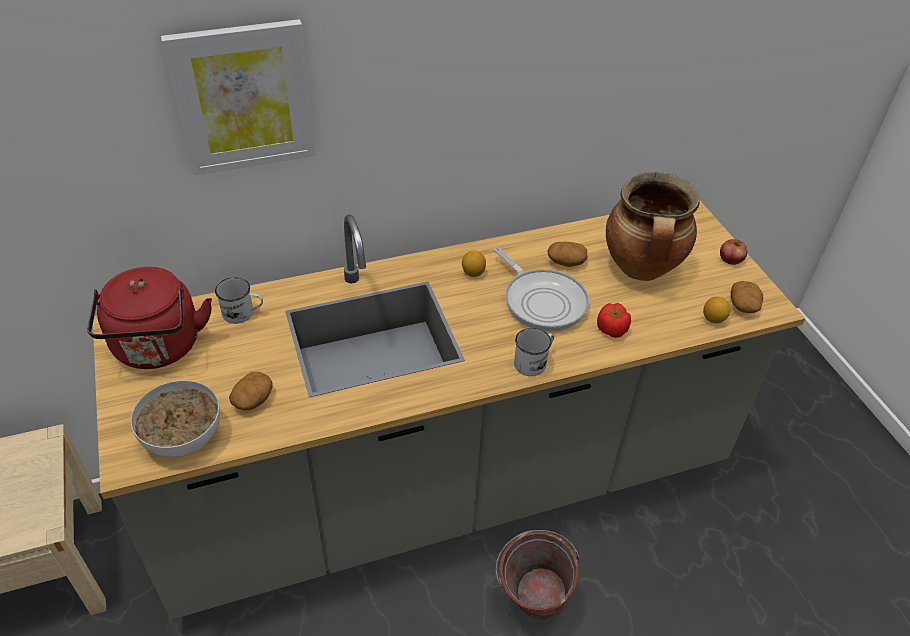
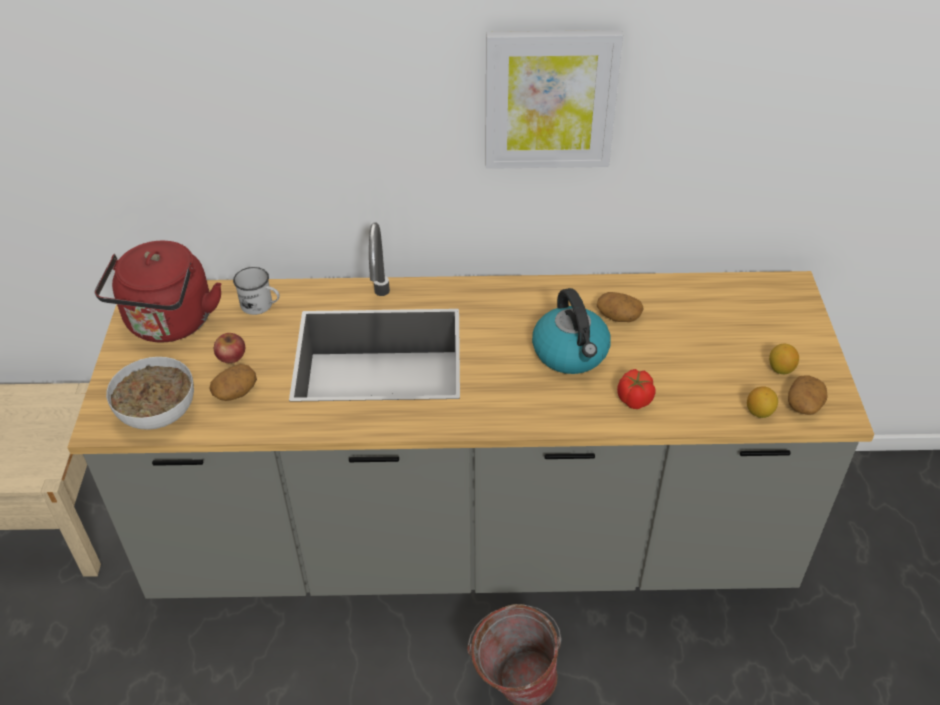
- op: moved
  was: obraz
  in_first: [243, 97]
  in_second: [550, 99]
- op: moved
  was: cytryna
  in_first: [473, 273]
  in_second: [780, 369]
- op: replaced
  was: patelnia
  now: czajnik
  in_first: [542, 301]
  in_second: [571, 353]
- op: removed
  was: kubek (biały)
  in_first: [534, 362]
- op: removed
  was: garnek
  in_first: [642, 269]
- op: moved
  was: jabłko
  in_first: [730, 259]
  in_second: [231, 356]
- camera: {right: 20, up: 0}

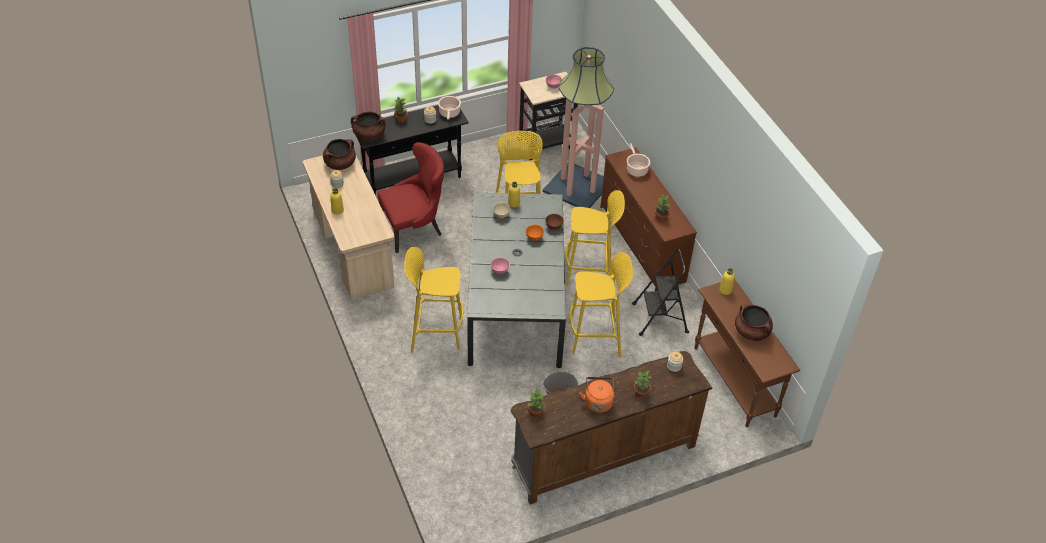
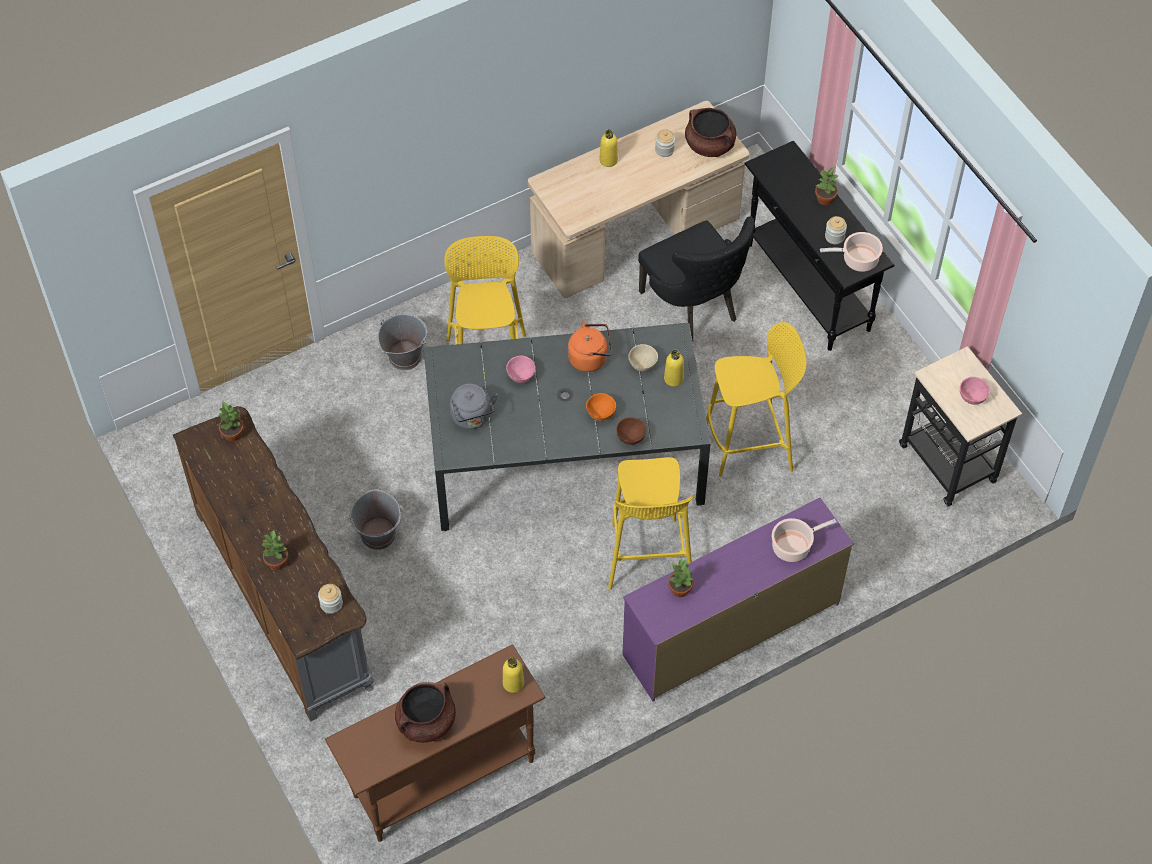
- op: removed
  was: garnek (brązowy)
  in_first: [369, 136]
- op: recoloured
  was: krzesło (czerwony)
  now: krzesło (czarny)
  in_first: [414, 229]
  in_second: [694, 306]
- op: removed
  was: lampa stojąca
  in_first: [577, 187]
- op: removed
  was: stołek (żółty)
  in_first: [596, 337]
- op: moved
  was: czajnik (pomarańczowy)
  in_first: [597, 402]
  in_second: [590, 358]
- op: recoloured
  was: komoda (brązowy)
  now: komoda (fioletowy)
  in_first: [641, 243]
  in_second: [730, 628]
- op: removed
  was: drabinka (czarny)
  in_first: [662, 317]
- op: added
  now: wiadro (szary)
  in_second: [404, 356]
- op: added
  now: czajnik (szary)
  in_second: [472, 418]
- camera: {right: 85, up: 10}

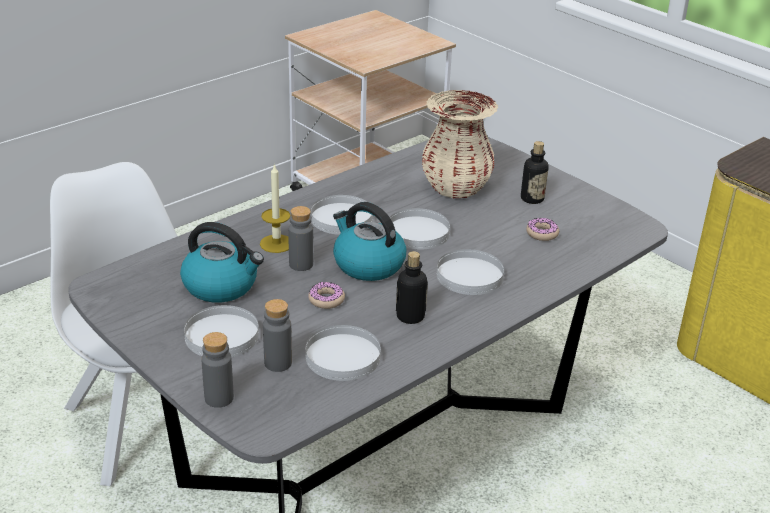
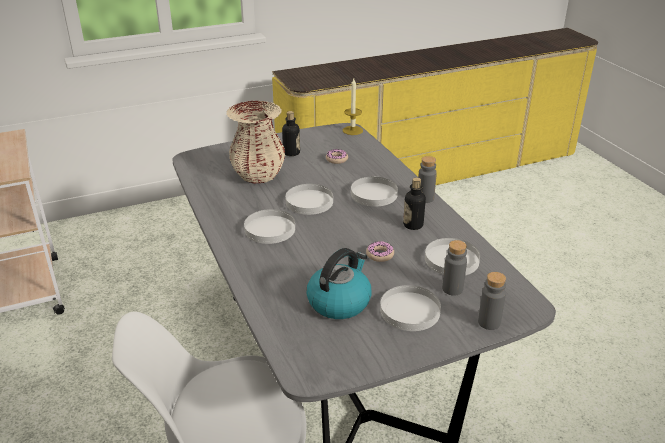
- op: moved
  was: świeca
  in_first: [276, 243]
  in_second: [352, 130]
- op: moved
  was: butelka (szary)
  in_first: [301, 264]
  in_second: [425, 198]
- op: removed
  was: czajnik
  in_first: [367, 264]
- camera: {right: -70, up: 0}

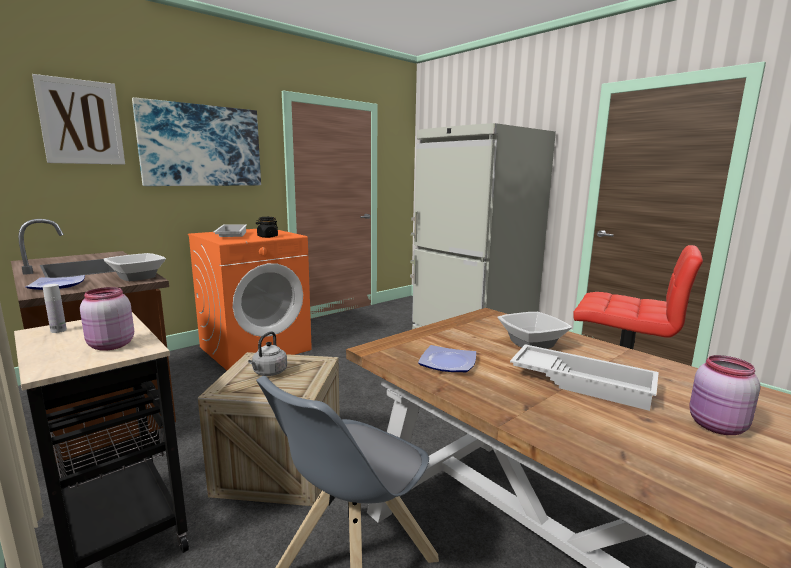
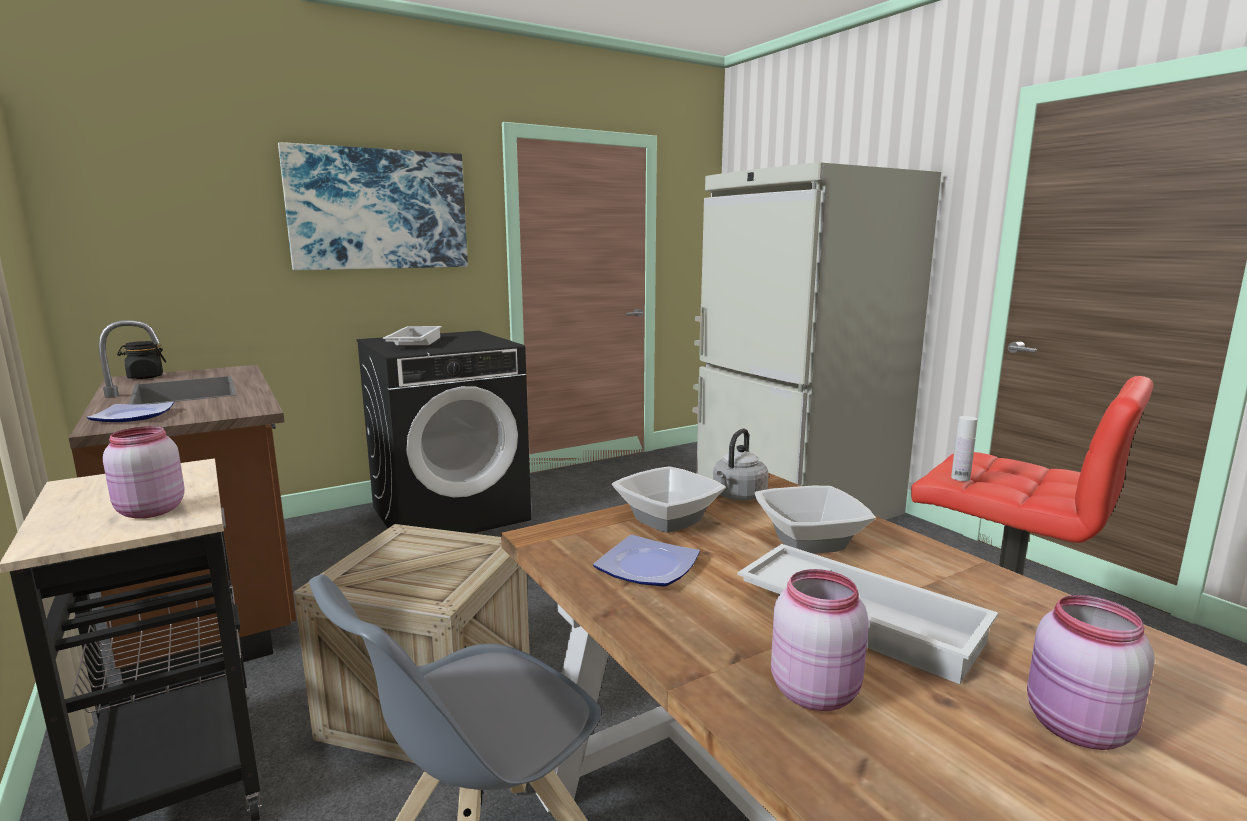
- op: removed
  was: obraz
  in_first: [81, 122]
- op: moved
  was: butelka (biały)
  in_first: [58, 330]
  in_second: [960, 478]
- op: moved
  was: miska
  in_first: [136, 277]
  in_second: [667, 520]
- op: recoloured
  was: pralka (pomarańczowy)
  now: pralka (czarny)
  in_first: [256, 348]
  in_second: [451, 513]
- op: moved
  was: czajnik (szary)
  in_first: [269, 373]
  in_second: [738, 496]
- op: moved
  was: słoik (czarny)
  in_first: [267, 237]
  in_second: [145, 377]
- op: added
  now: słoik (różowy)
  in_second: [815, 690]
- camera: {right: 10, up: 0}

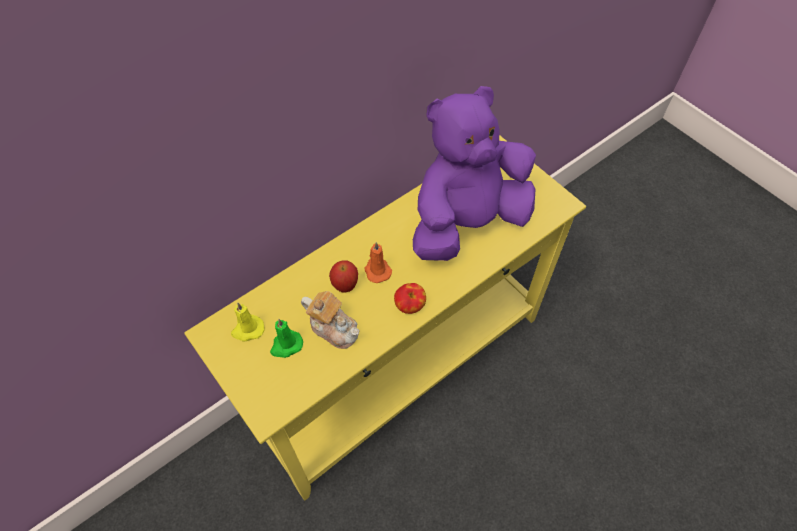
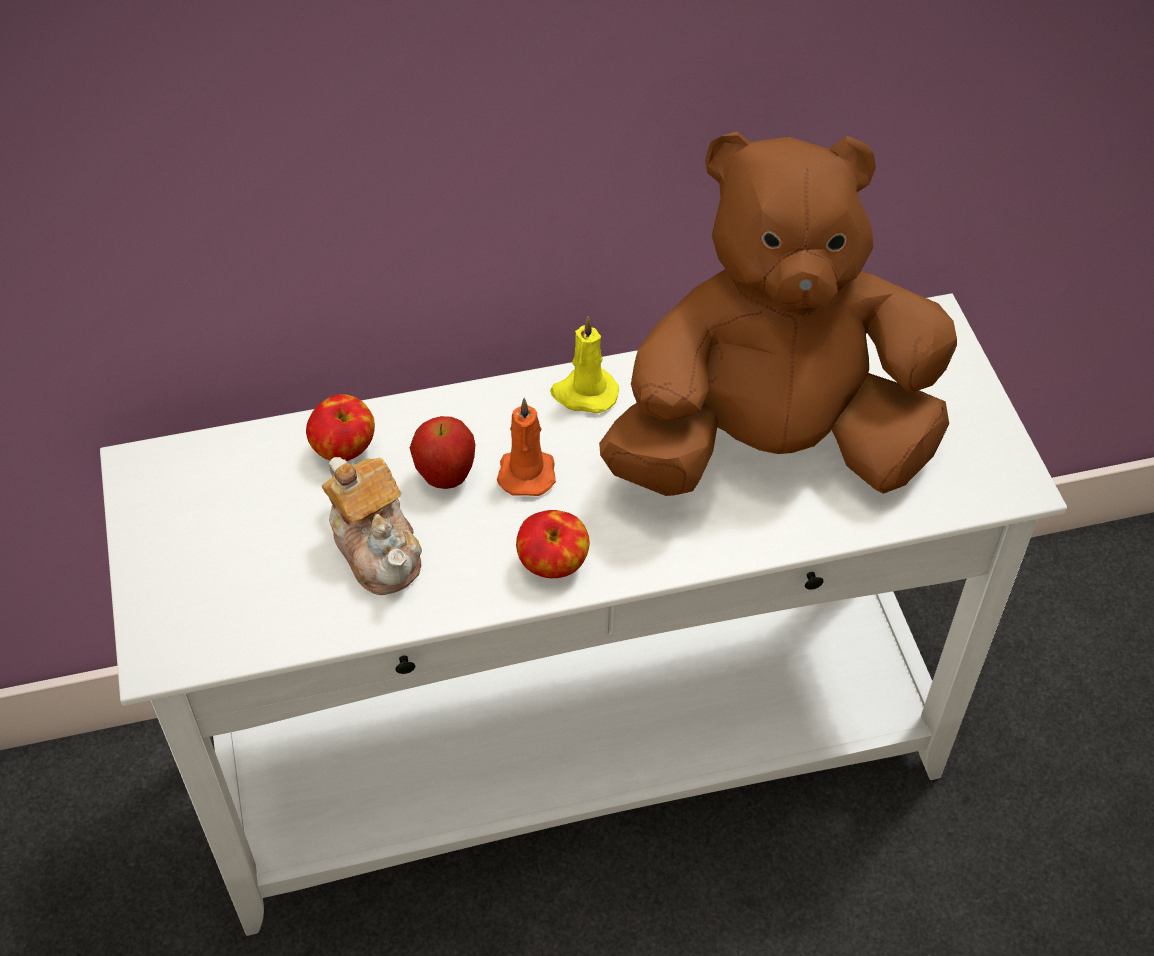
- op: recoloured
  was: stolik konsolowy (żółty)
  now: stolik konsolowy (biały)
  in_first: [399, 366]
  in_second: [579, 751]
- op: moved
  was: świeca (żółty)
  in_first: [247, 330]
  in_second: [584, 393]
- op: removed
  was: świeca (zielony)
  in_first: [286, 345]
- op: recoloured
  was: pluszak (fioletowy)
  now: pluszak (brązowy)
  in_first: [467, 223]
  in_second: [771, 446]
- op: added
  now: jabłko
  in_second: [345, 449]
- camera: {right: 25, up: -5}

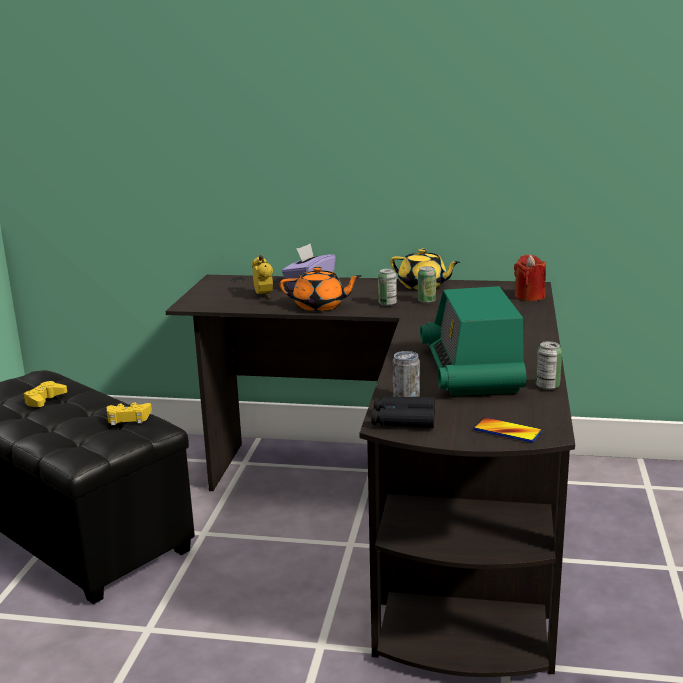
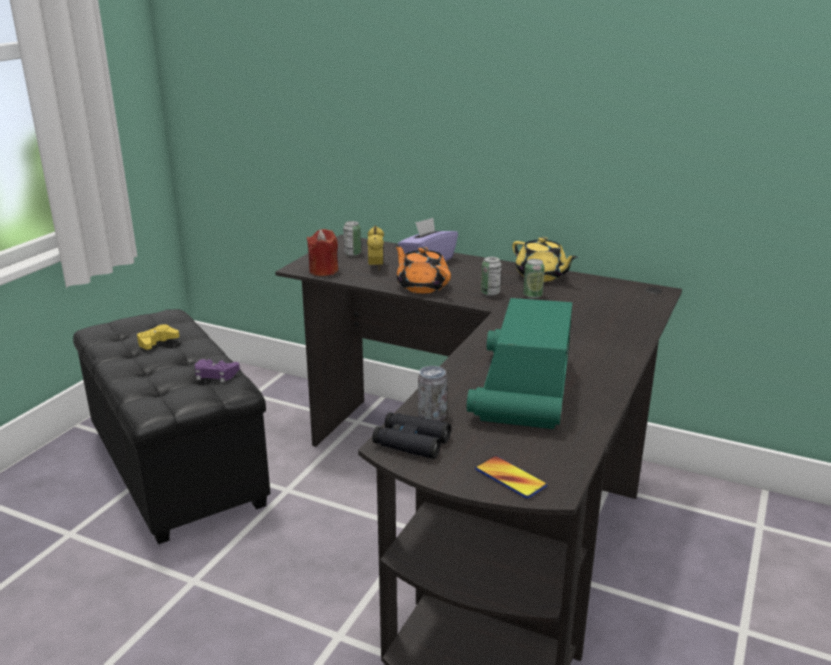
- op: recoloured
  was: pad do gier (żółty)
  now: pad do gier (fioletowy)
  in_first: [128, 418]
  in_second: [215, 374]
- op: turned
  was: imbryk (pomarańczowy)
  in_first: [320, 306]
  in_second: [422, 286]
  clockwise: -150
- op: moved
  was: świeca (czerwony)
  in_first: [529, 296]
  in_second: [323, 271]
- op: moved
  was: puszka
  in_first: [547, 386]
  in_second: [352, 254]
- camera: {right: 15, up: 5}

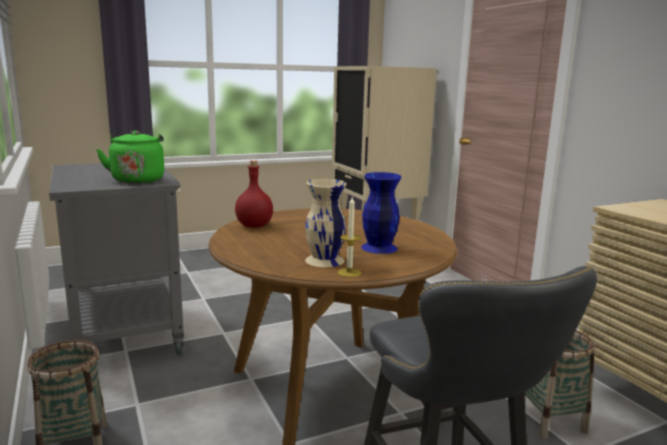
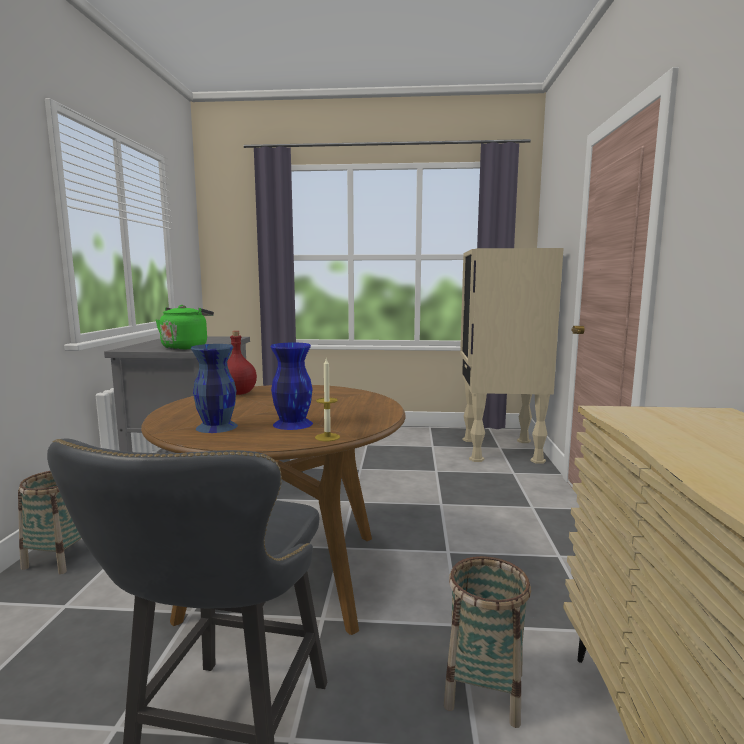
- op: recoloured
  was: wazon (beżowy)
  now: wazon (niebieski)
  in_first: [324, 260]
  in_second: [216, 427]
- op: moved
  was: świeca
  in_first: [349, 272]
  in_second: [327, 437]
- camera: {right: 30, up: -5}

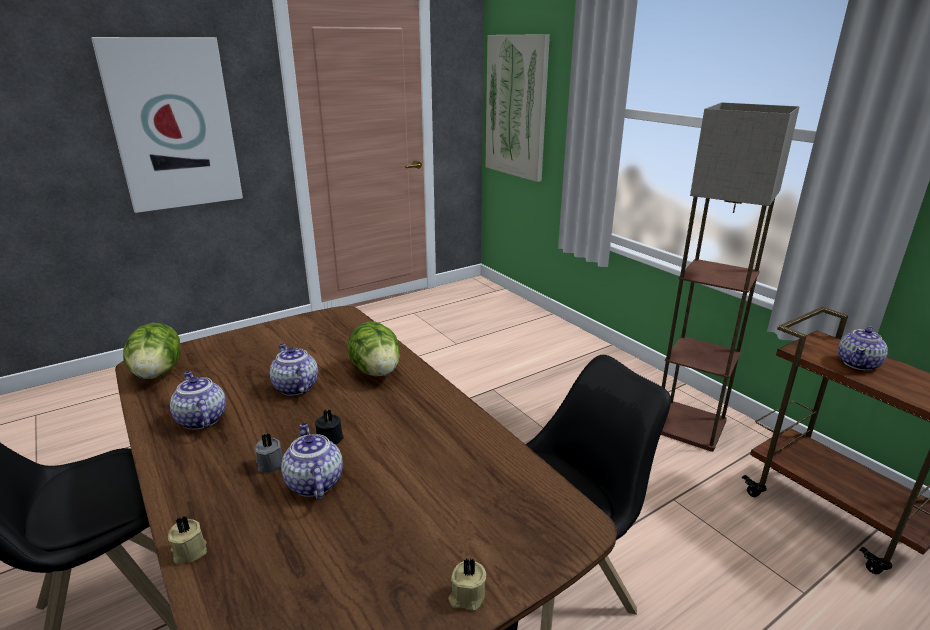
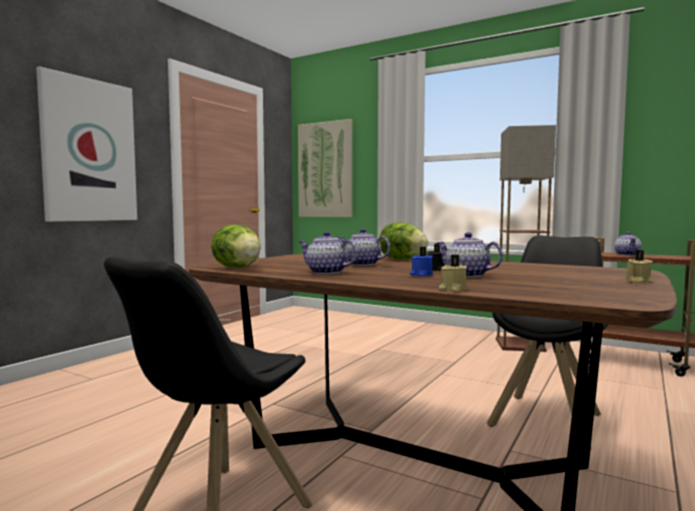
- op: recoloured
  was: świeca (szary)
  now: świeca (niebieski)
  in_first: [270, 464]
  in_second: [421, 275]
- camera: {right: -25, up: -20}

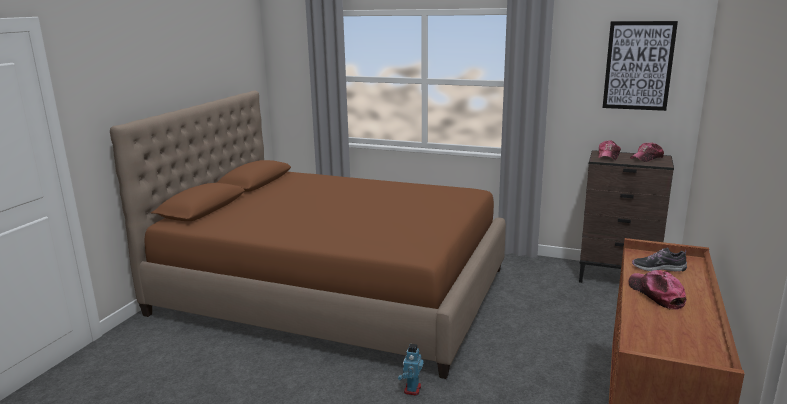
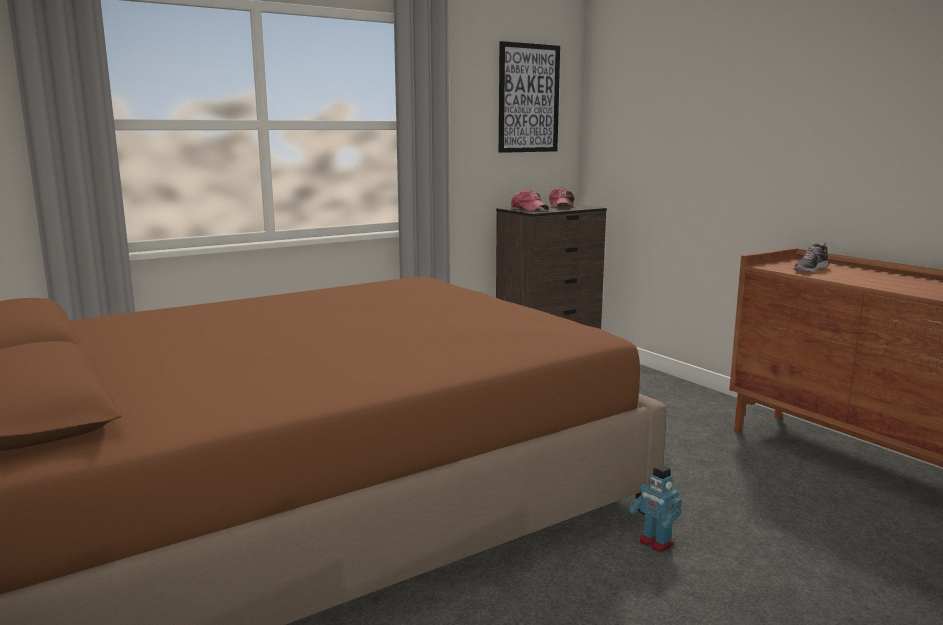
- op: removed
  was: czapka z daszkiem
  in_first: [656, 294]
- camera: {right: -55, up: -5}

